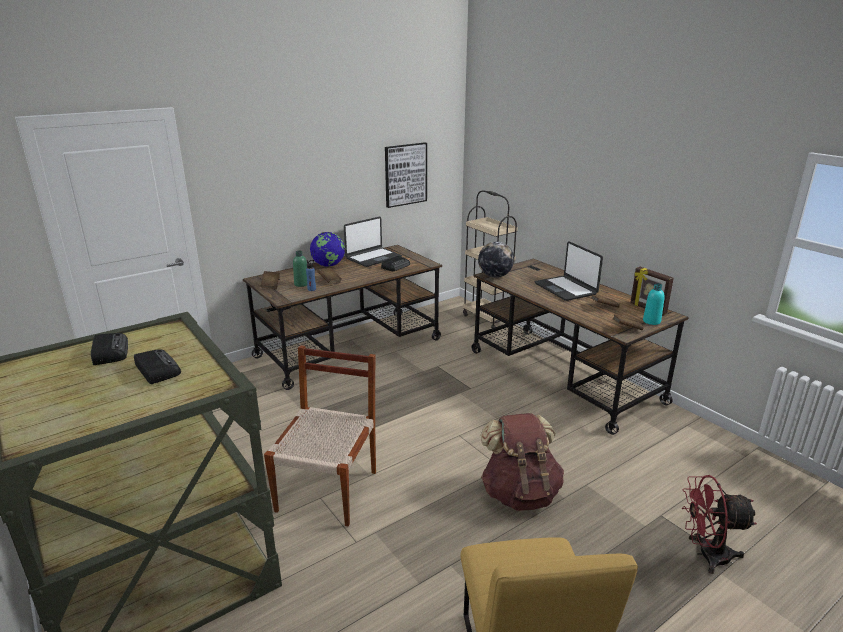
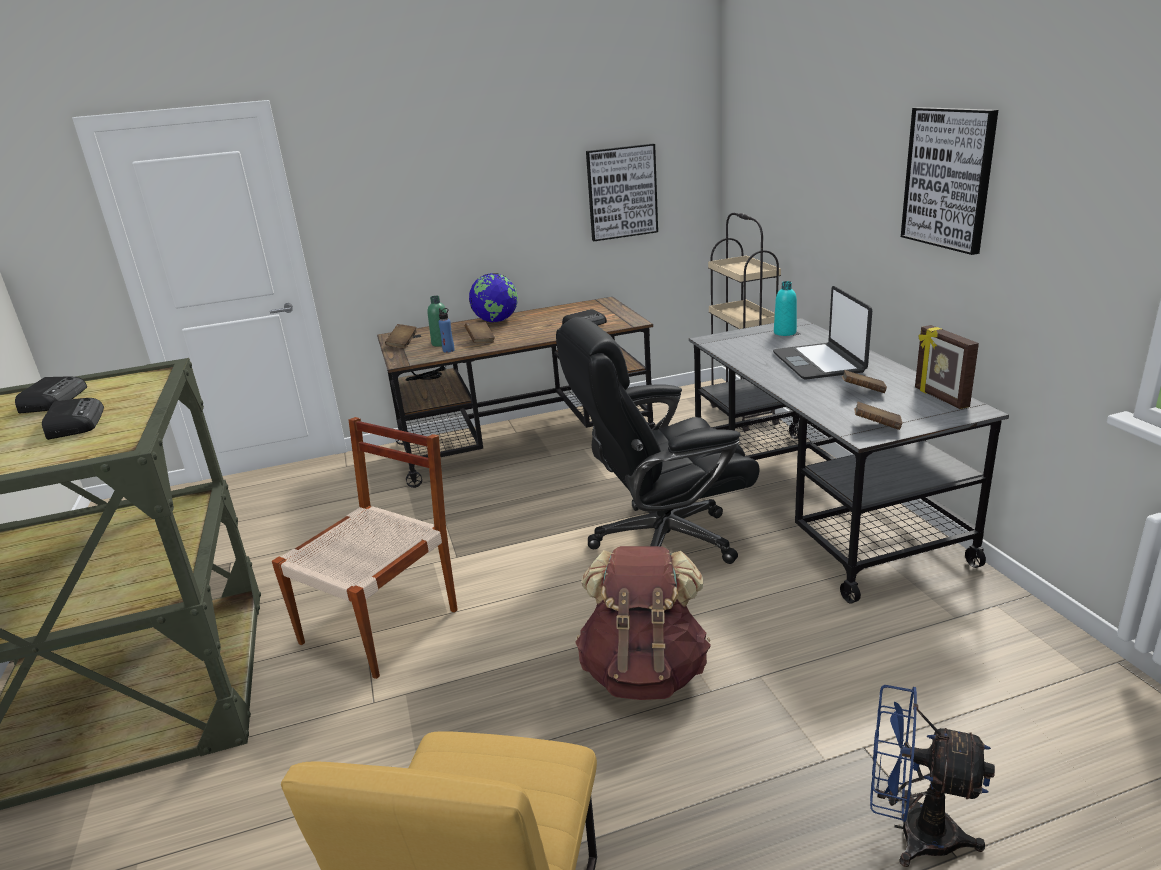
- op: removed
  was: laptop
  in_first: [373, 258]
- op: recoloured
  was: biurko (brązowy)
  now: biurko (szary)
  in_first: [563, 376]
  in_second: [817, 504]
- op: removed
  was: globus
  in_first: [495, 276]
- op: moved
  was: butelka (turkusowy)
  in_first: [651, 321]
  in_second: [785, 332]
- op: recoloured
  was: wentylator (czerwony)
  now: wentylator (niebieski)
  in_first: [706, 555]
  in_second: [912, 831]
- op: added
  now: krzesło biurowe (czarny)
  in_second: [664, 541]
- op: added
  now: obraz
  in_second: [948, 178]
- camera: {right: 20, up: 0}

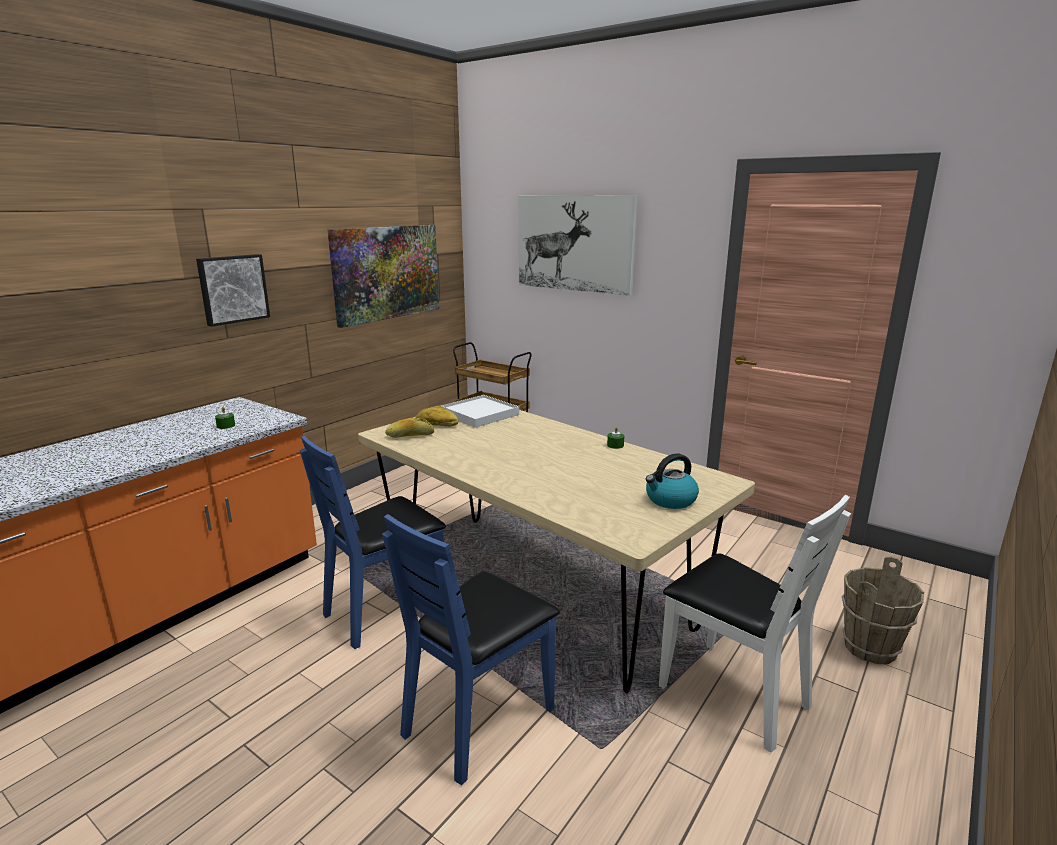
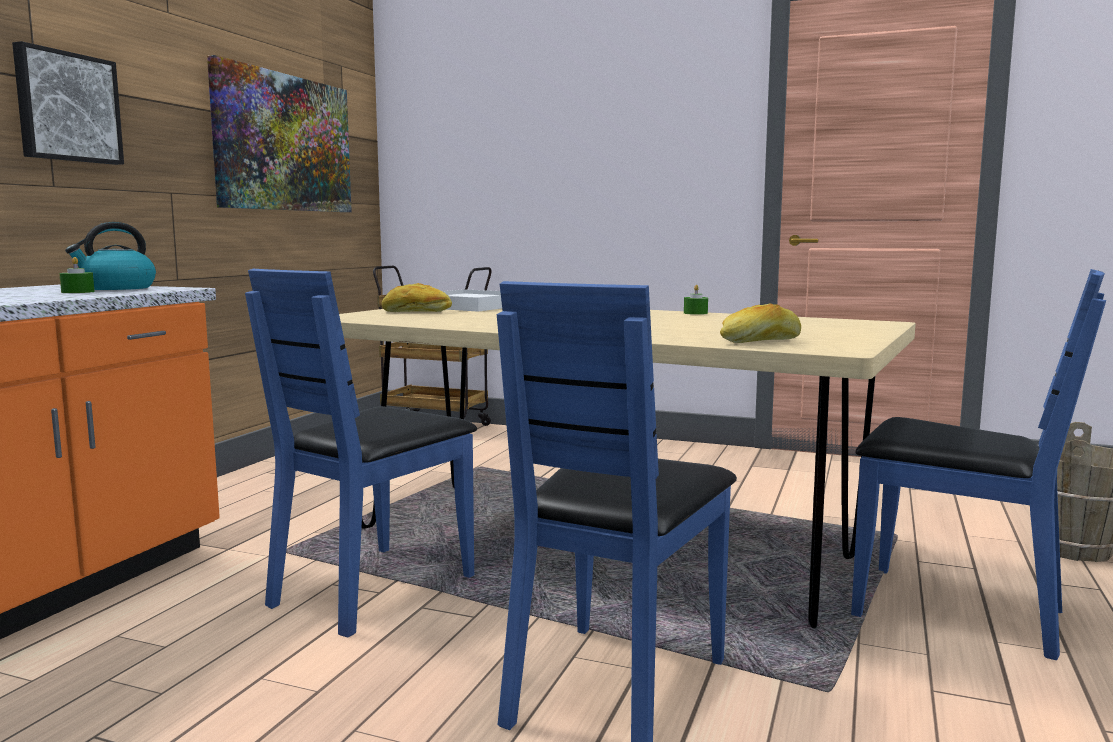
- op: moved
  was: chleb
  in_first: [410, 436]
  in_second: [760, 341]
- op: removed
  was: obraz
  in_first: [574, 243]
- op: moved
  was: czajnik
  in_first: [670, 500]
  in_second: [117, 288]
- op: recoloured
  was: krzesło (biały)
  now: krzesło (niebieski)
  in_first: [733, 694]
  in_second: [954, 611]
- camera: {right: -15, up: -10}

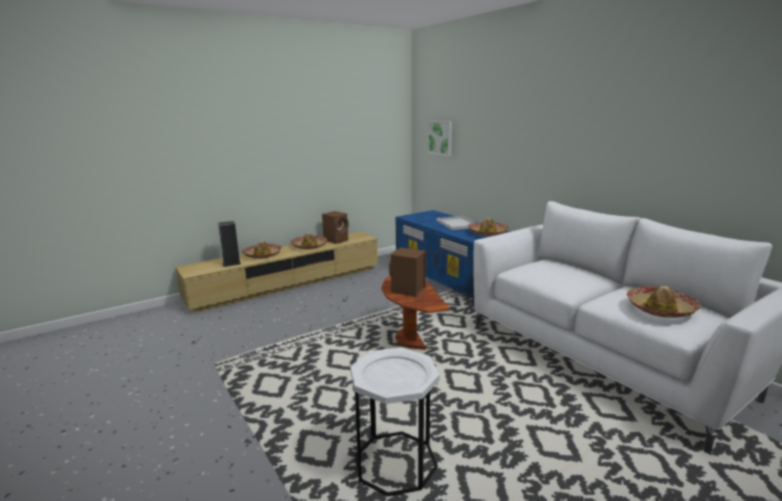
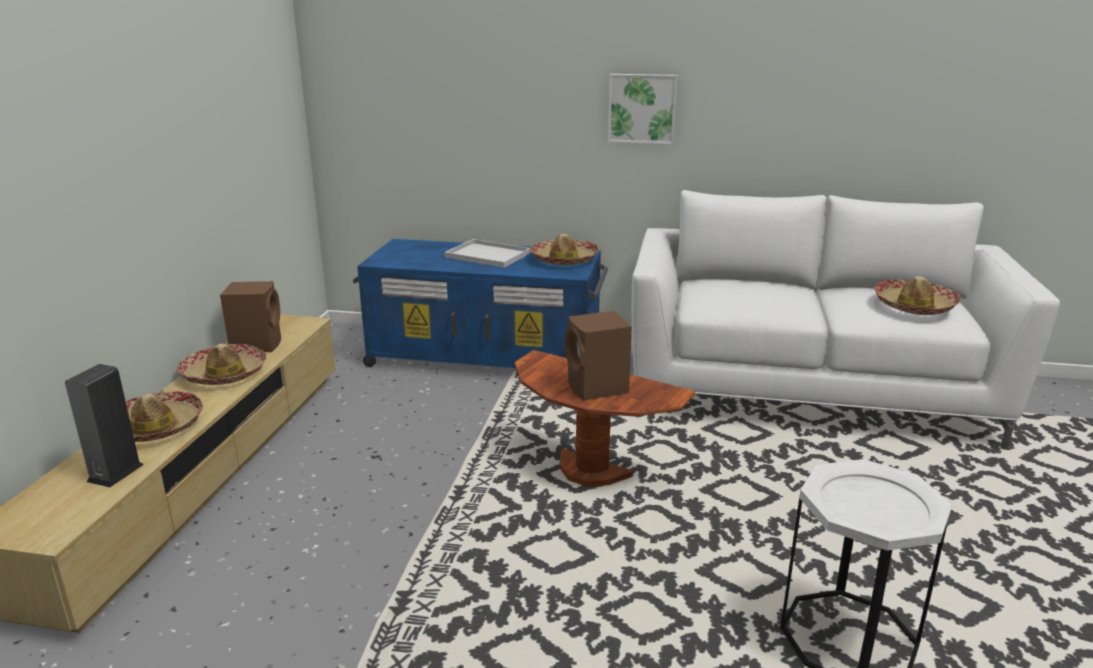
- op: moved
  was: obraz
  in_first: [440, 137]
  in_second: [642, 108]
- camera: {right: -45, up: 5}

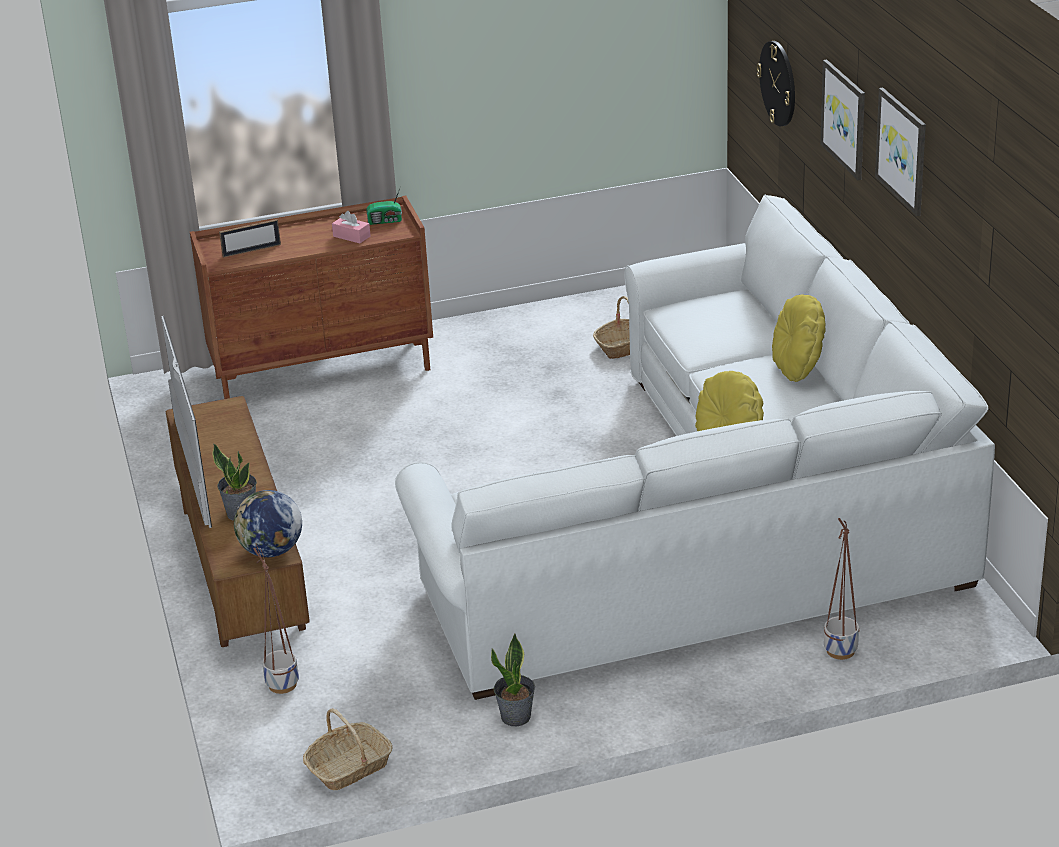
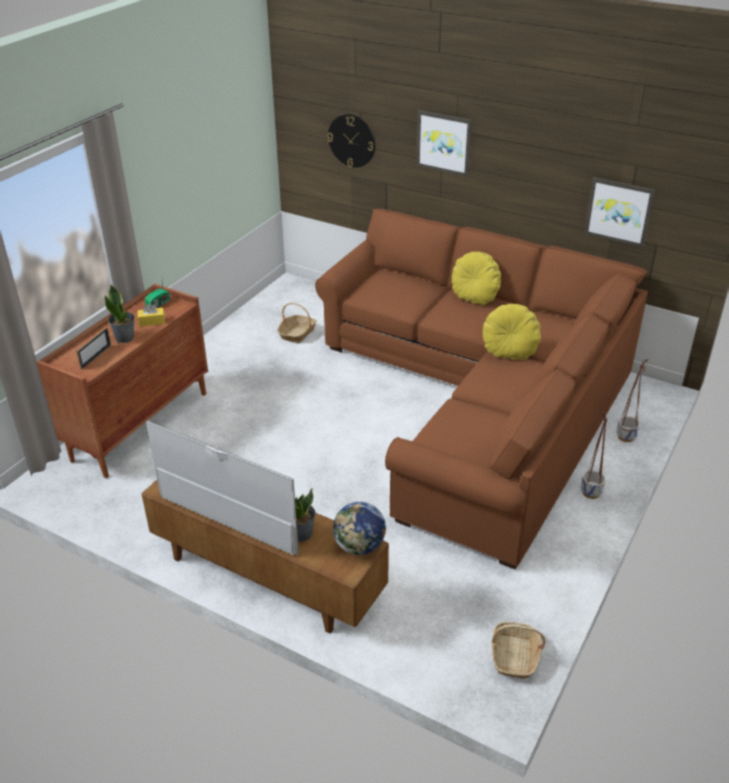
- op: moved
  was: donica
  in_first: [282, 685]
  in_second: [591, 493]
- op: recoloured
  was: pudełko chusteczek (różowy)
  now: pudełko chusteczek (żółty)
  in_first: [351, 236]
  in_second: [152, 321]
- op: recoloured
  was: kanapa (biały)
  now: kanapa (brązowy)
  in_first: [717, 524]
  in_second: [480, 403]
- op: moved
  was: roślina doniczkowa
  in_first: [516, 717]
  in_second: [125, 337]
- op: moved
  was: obraz
  in_first: [902, 150]
  in_second: [619, 211]
- camera: {right: -45, up: 5}

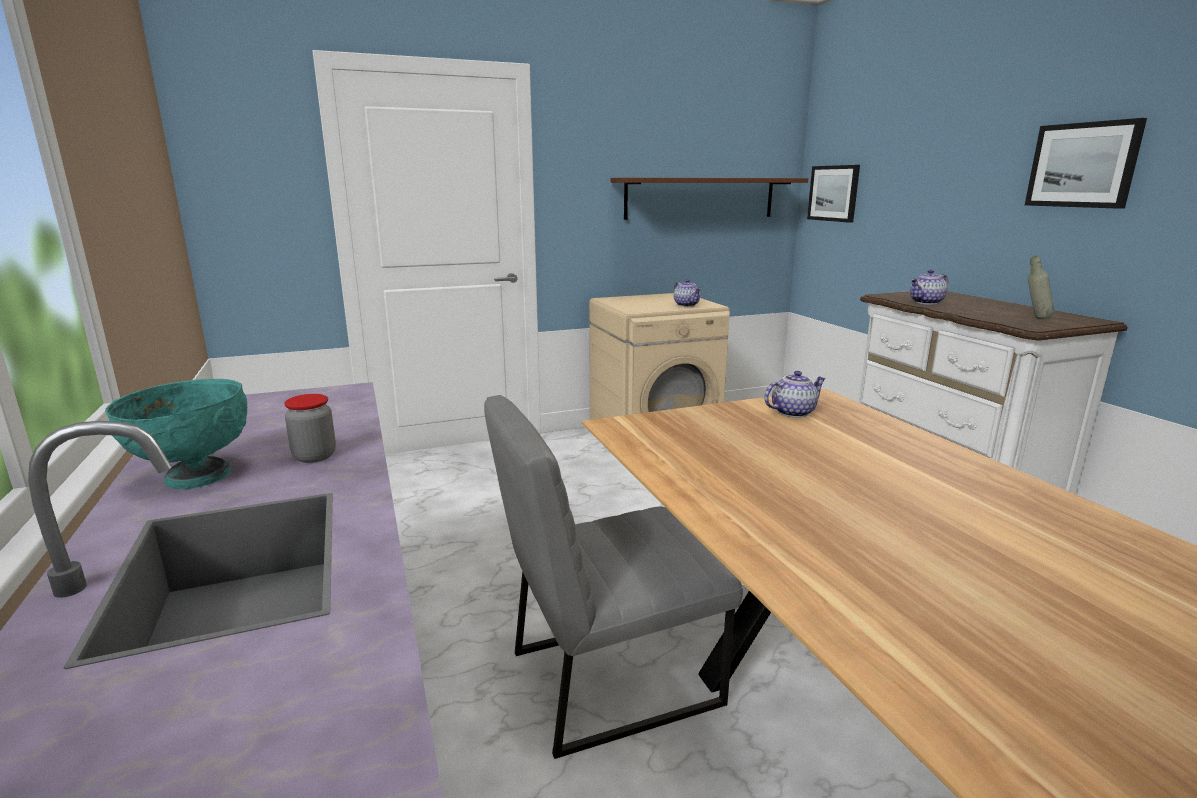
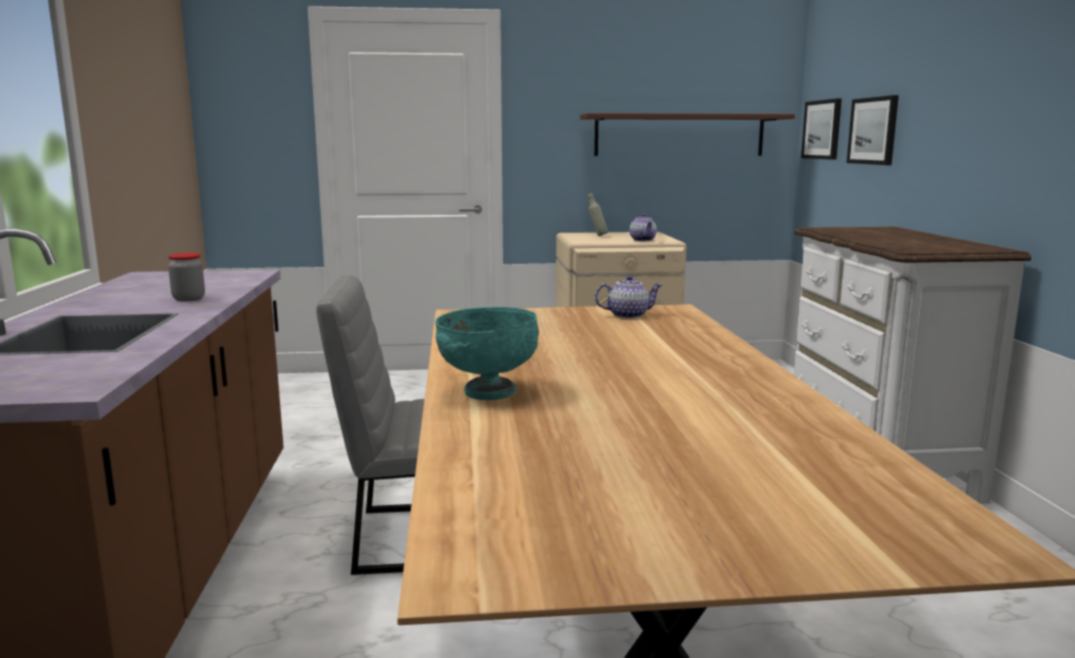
- op: moved
  was: miska (turkusowy)
  in_first: [196, 477]
  in_second: [488, 392]
- op: removed
  was: imbryk
  in_first: [926, 302]
- op: moved
  was: obraz
  in_first: [1083, 165]
  in_second: [873, 131]
- op: moved
  was: butelka (szary)
  in_first: [1034, 318]
  in_second: [597, 236]
- camera: {right: 15, up: -5}

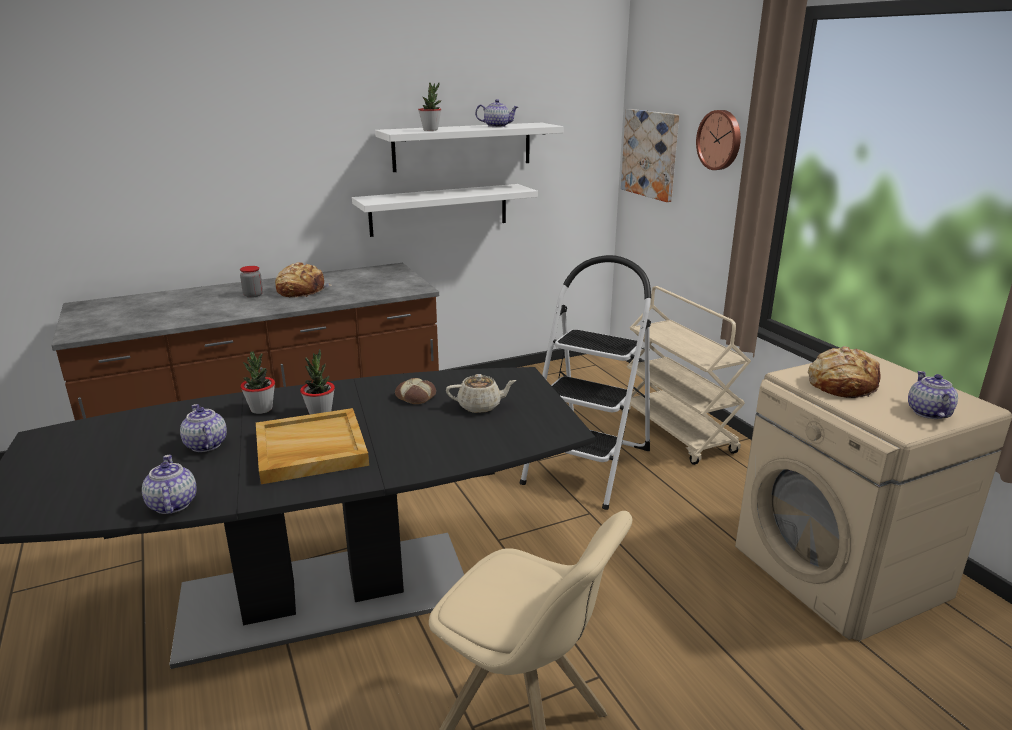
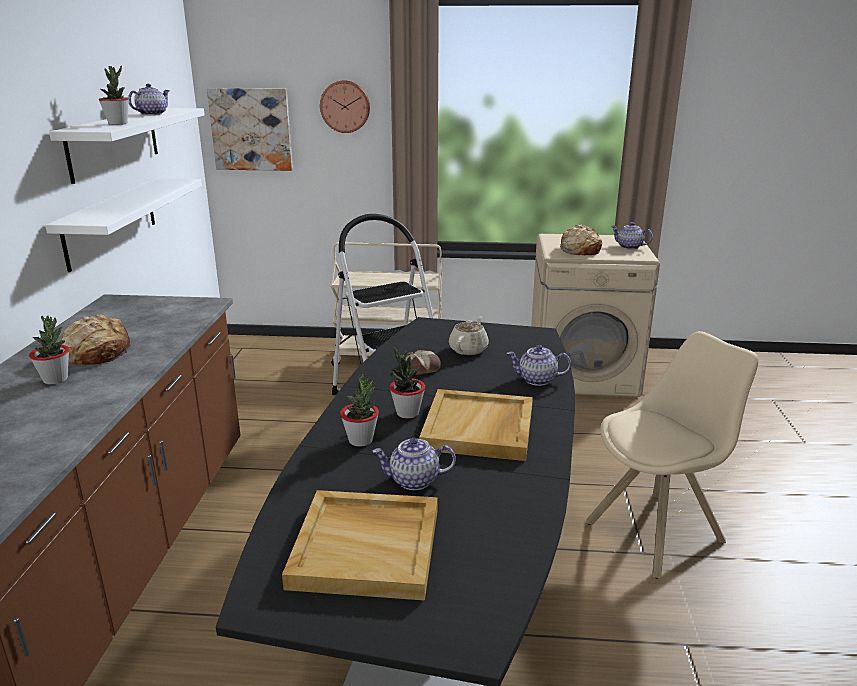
- op: moved
  was: imbryk
  in_first: [172, 504]
  in_second: [537, 380]
- op: replaced
  was: słoik
  now: roślina doniczkowa
  in_first: [253, 295]
  in_second: [56, 379]
- op: added
  now: taca (beżowy)
  in_second: [367, 547]
- camera: {right: -60, up: 0}

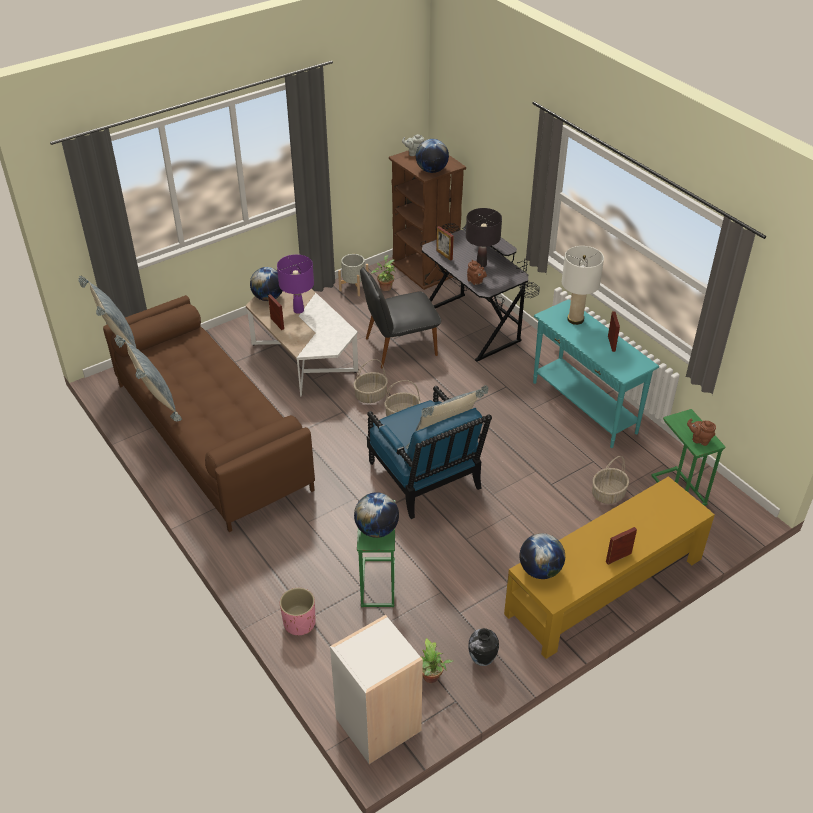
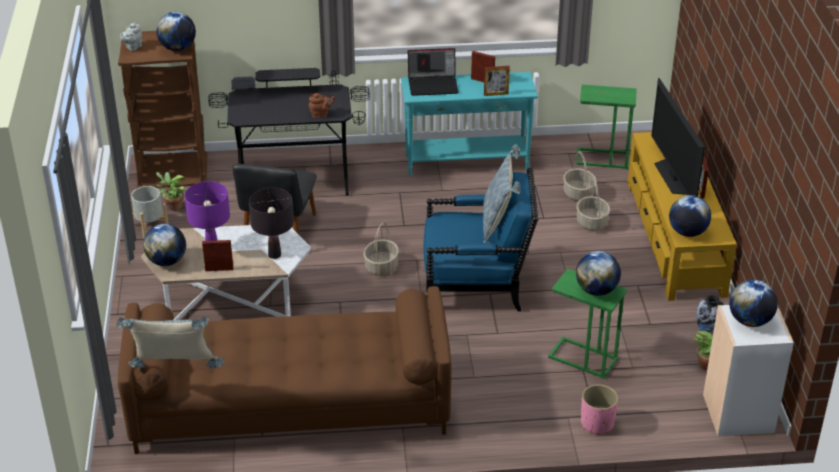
- op: removed
  was: poduszka
  in_first: [154, 407]
- op: moved
  was: koszyk
  in_first: [370, 396]
  in_second: [592, 223]
- op: moved
  was: ramka na zdjęcie
  in_first: [444, 255]
  in_second: [496, 94]
- op: moved
  was: lampa stołowa (czarny)
  in_first: [481, 264]
  in_second: [274, 255]
- op: replaced
  was: lampa stołowa (biały)
  now: laptop
  in_first: [575, 319]
  in_second: [433, 84]
- op: removed
  was: imbryk (brązowy)
  in_first: [699, 439]
- op: added
  now: telewizor
  in_second: [673, 177]
- op: added
  now: globus
  in_second: [750, 321]
- camera: {right: -60, up: -5}

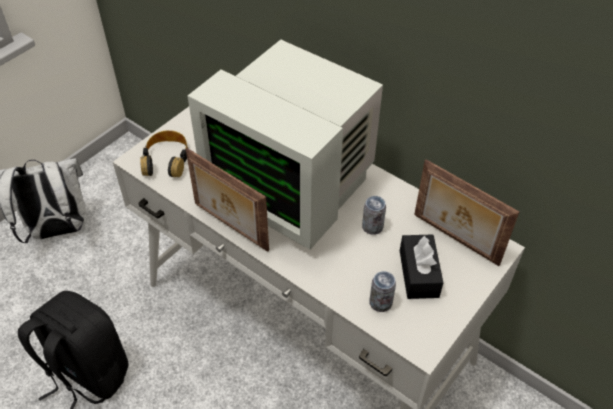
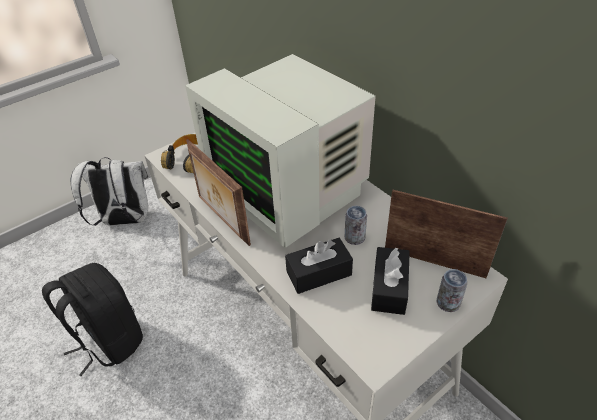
- op: moved
  was: puszka
  in_first: [380, 303]
  in_second: [448, 303]
- op: turned
  was: ramka na zdjęcie
  in_first: [454, 240]
  in_second: [434, 261]
  clockwise: 150
- op: added
  now: pudełko chusteczek (czarny)
  in_second: [319, 273]
- camera: {right: 15, up: -5}

